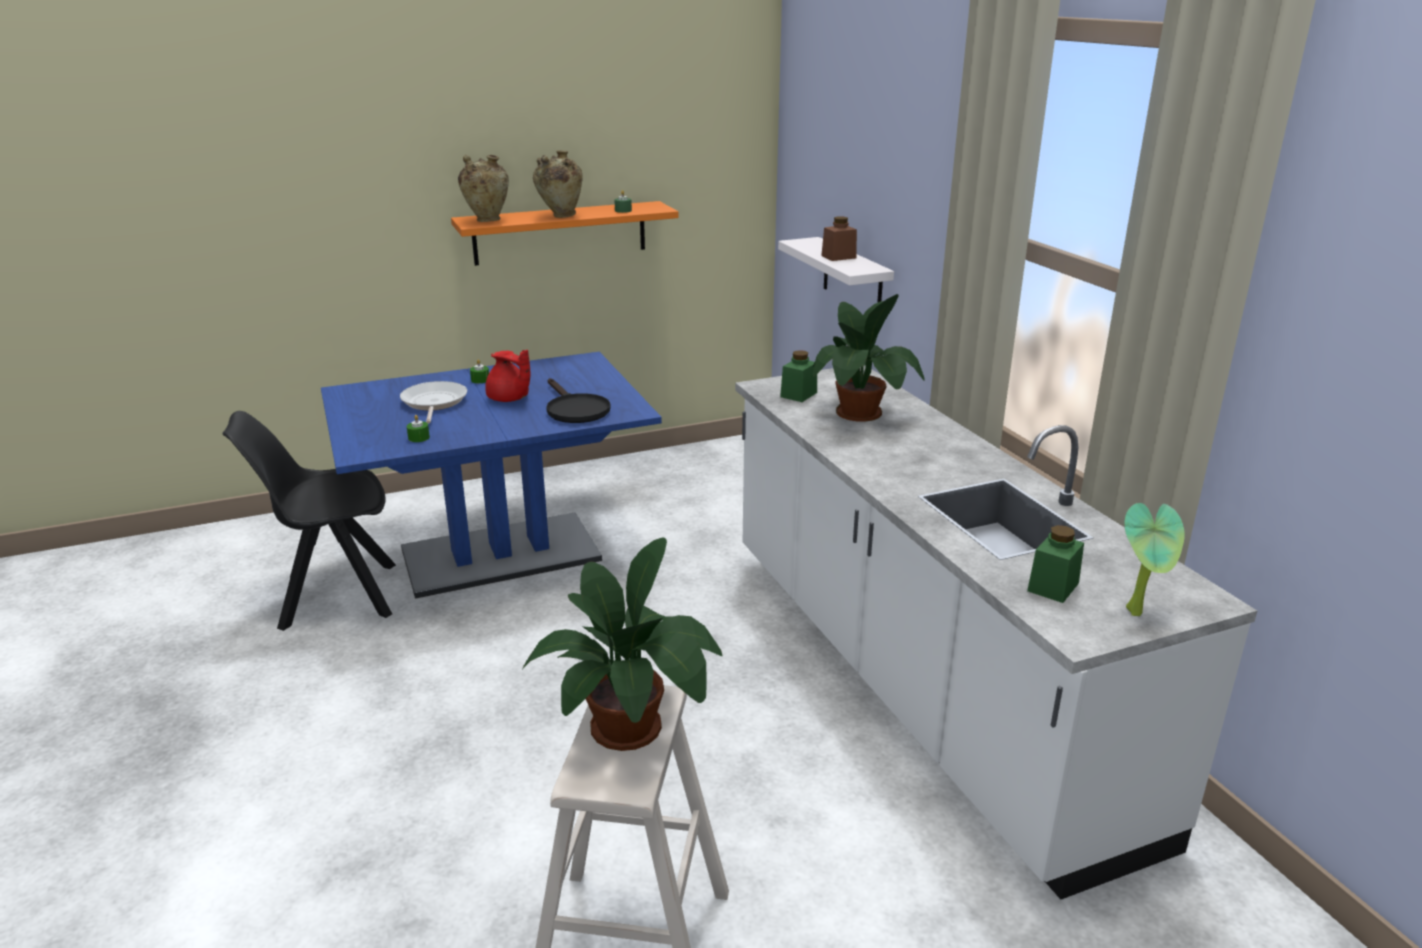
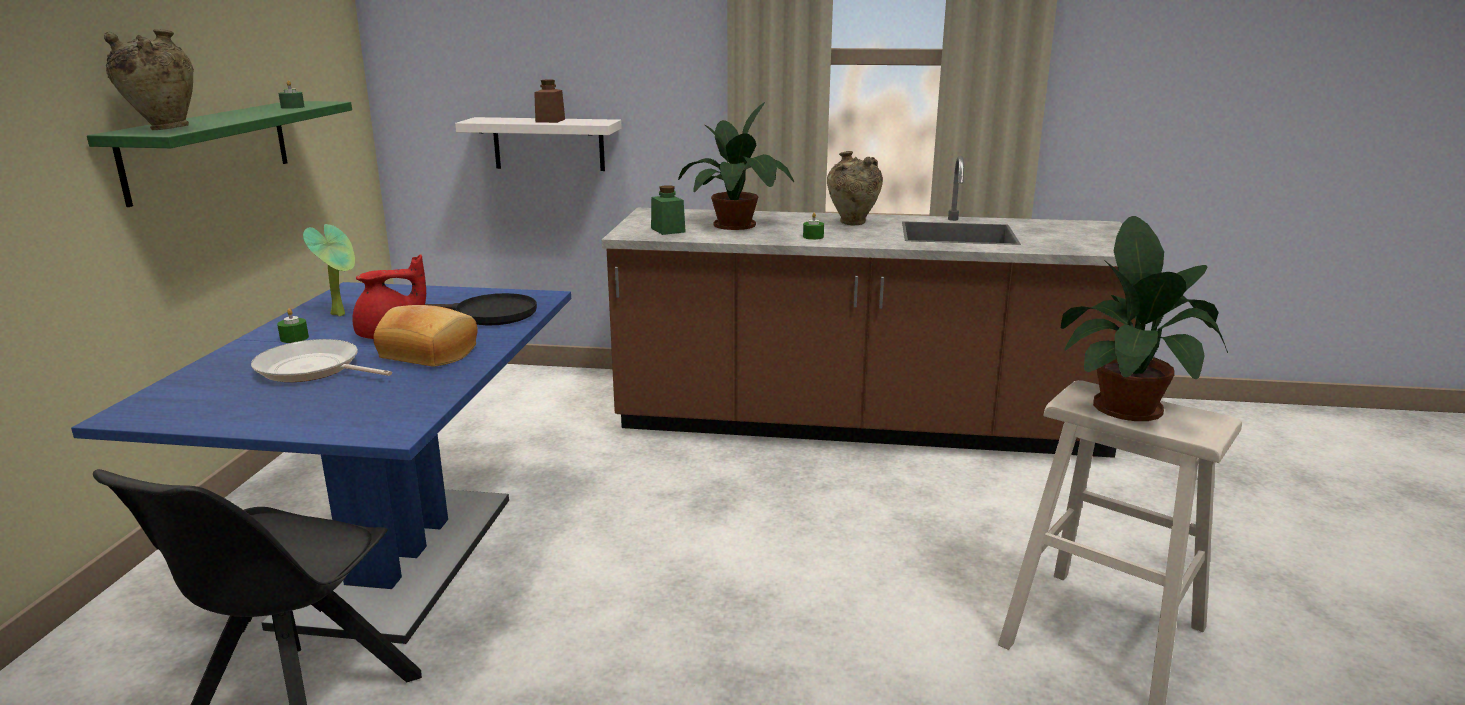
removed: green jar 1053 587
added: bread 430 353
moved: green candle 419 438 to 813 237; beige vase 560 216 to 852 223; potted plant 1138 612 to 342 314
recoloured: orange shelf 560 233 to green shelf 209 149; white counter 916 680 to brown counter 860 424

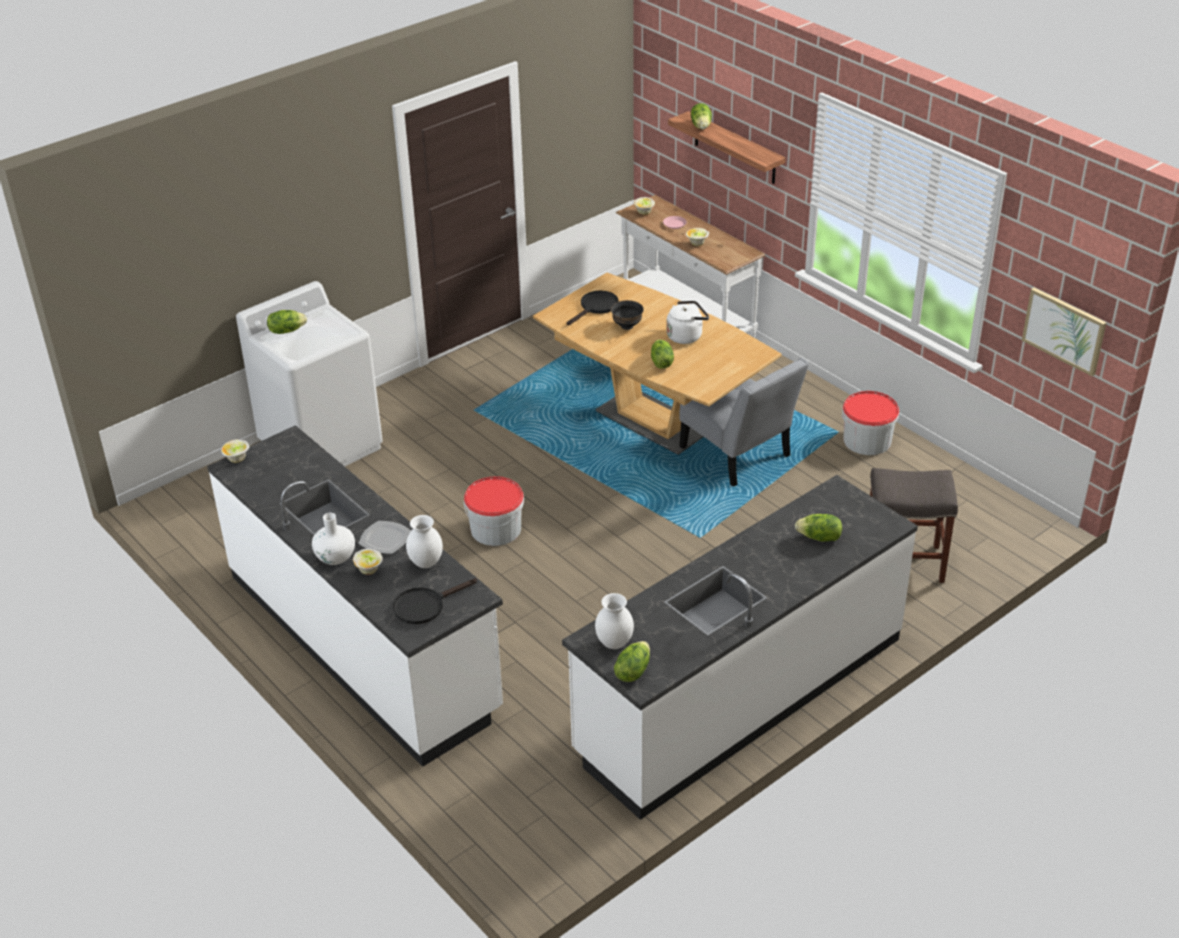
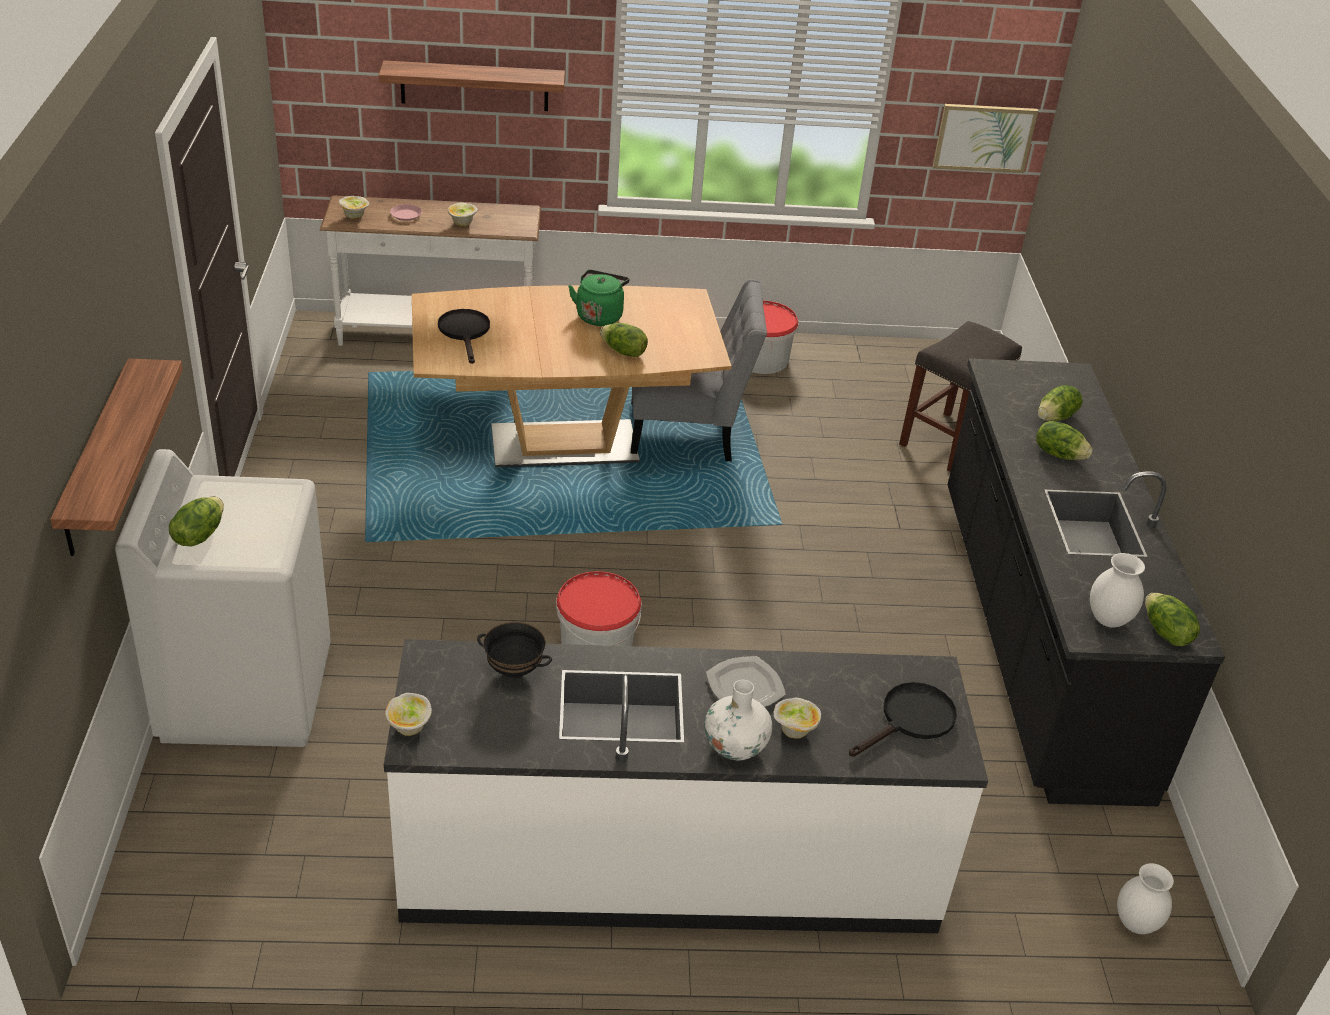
added: shelf 97 459
moved: white vase 426 563 to 1136 923; black bowl 626 326 to 513 671; lettuce 701 126 to 1059 454
recoloured: white counter 739 695 to black counter 1035 636; white kettle 686 336 to green kettle 600 315
turned: black frying pan 425 605 = 911 720 135 degrees counterclockwise

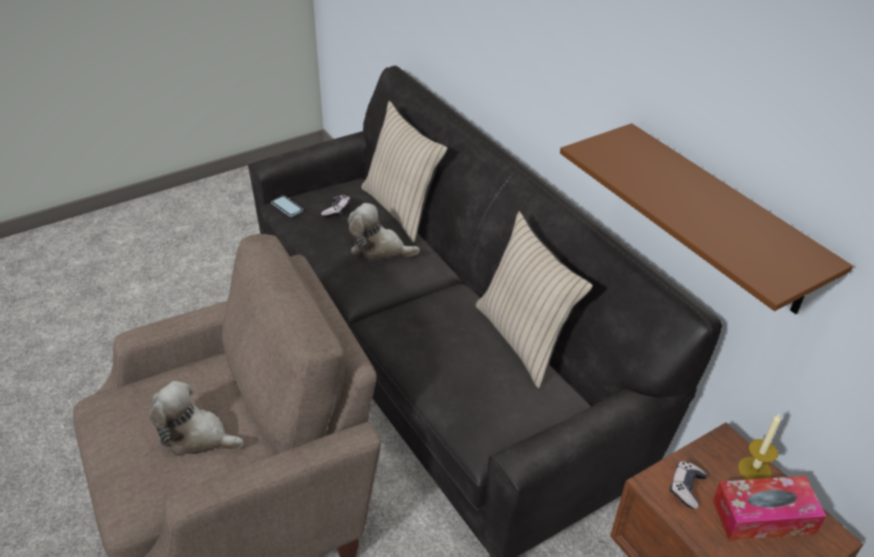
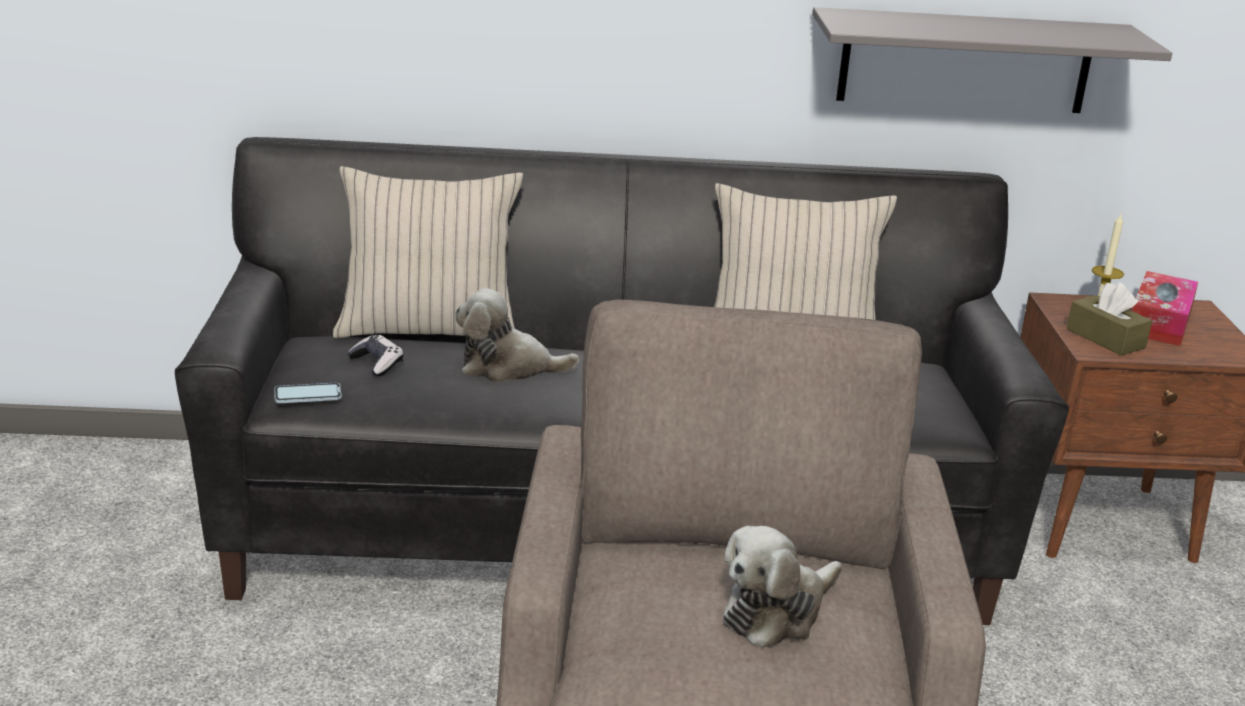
replaced: game controller 686 488 to brown tissue box 1105 338
recoloured: brown shelf 720 219 to grey shelf 965 61
turned: plush toy 379 249 = 507 367 45 degrees clockwise

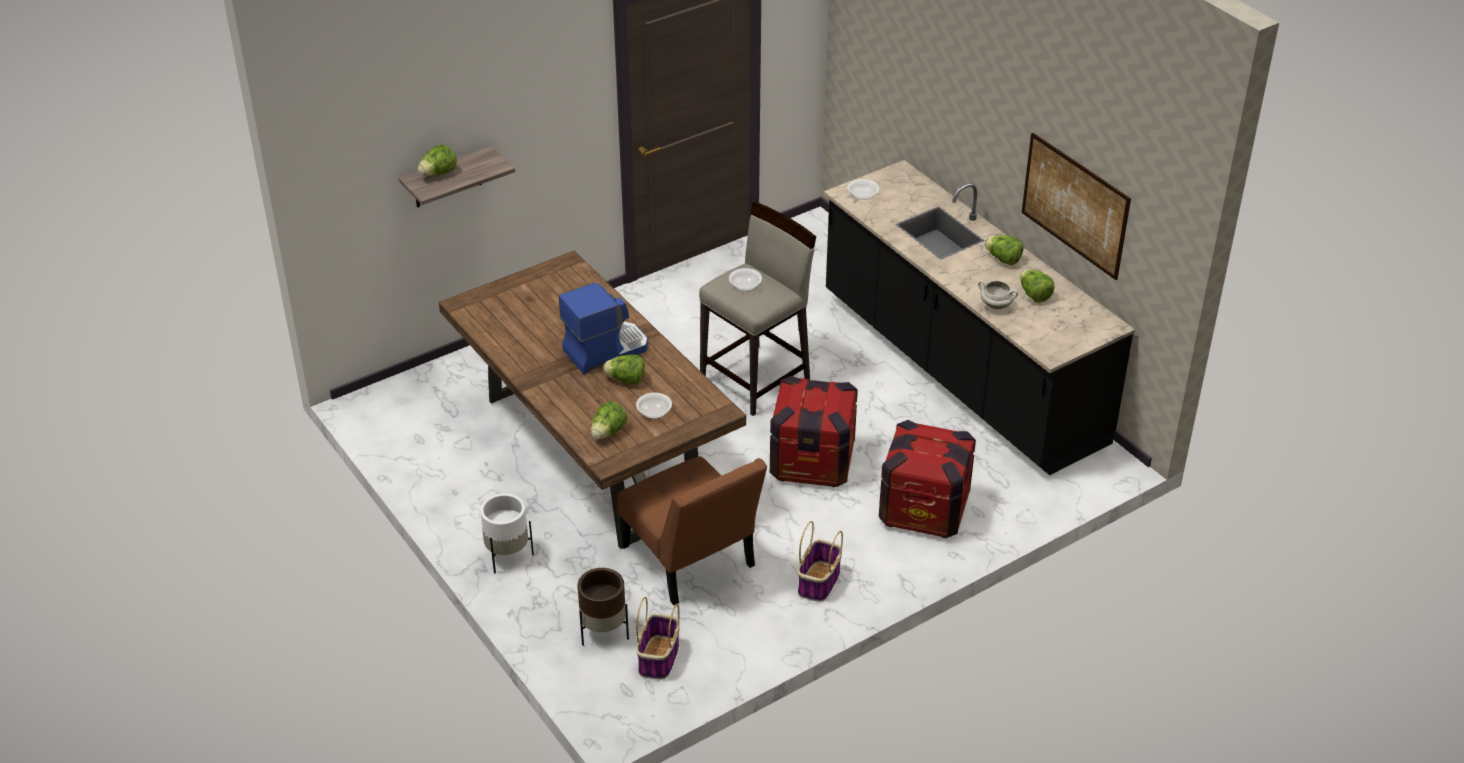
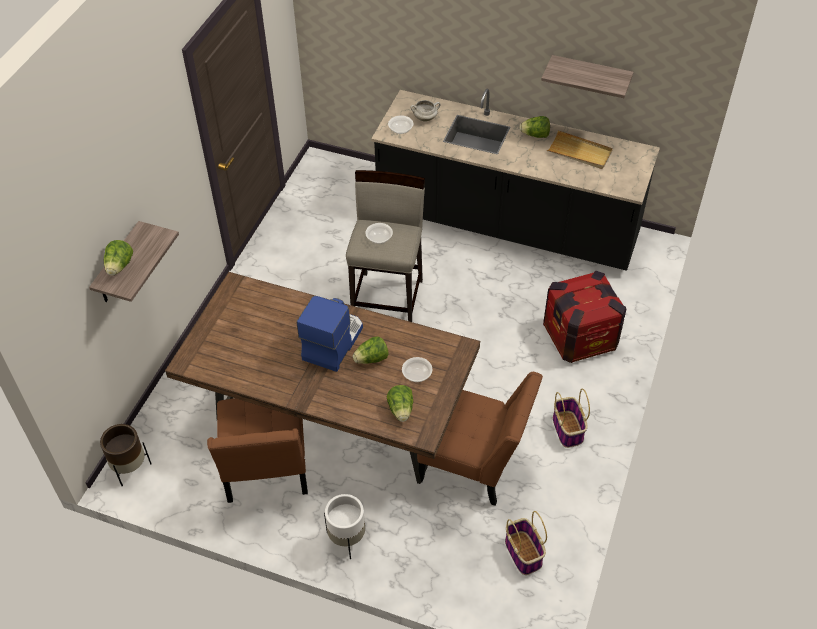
removed: crate 812 462
added: brown chair 266 469
moved: brown planter 603 632 to 130 468; white cooking pot 996 305 to 425 118
replaced: lettuce 1034 295 to beige tray 579 152; picture 1074 205 to shelf 590 76

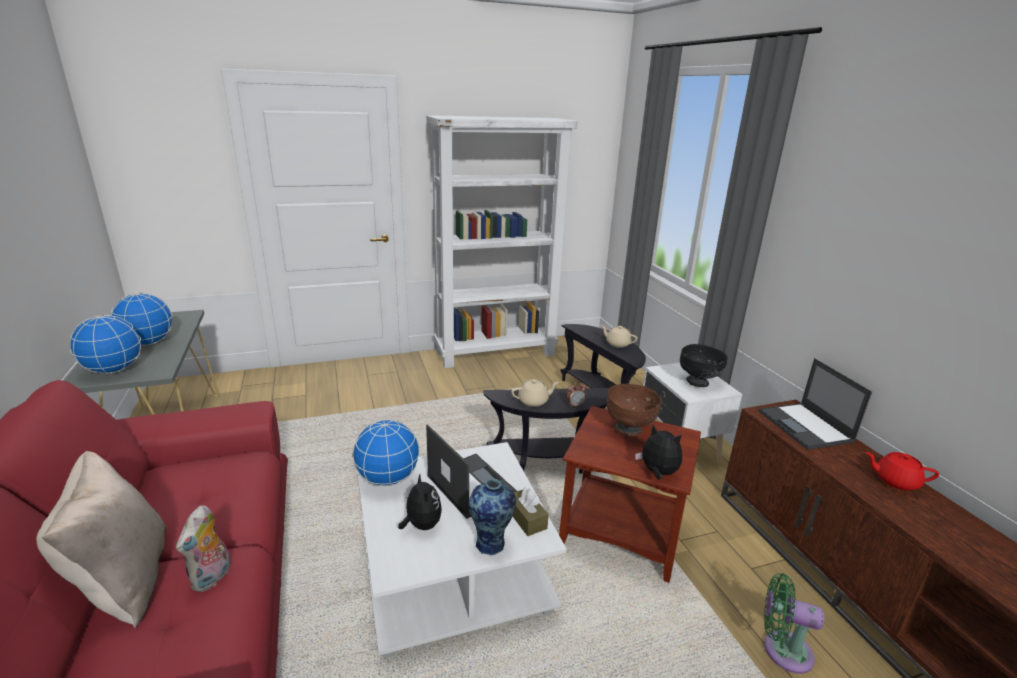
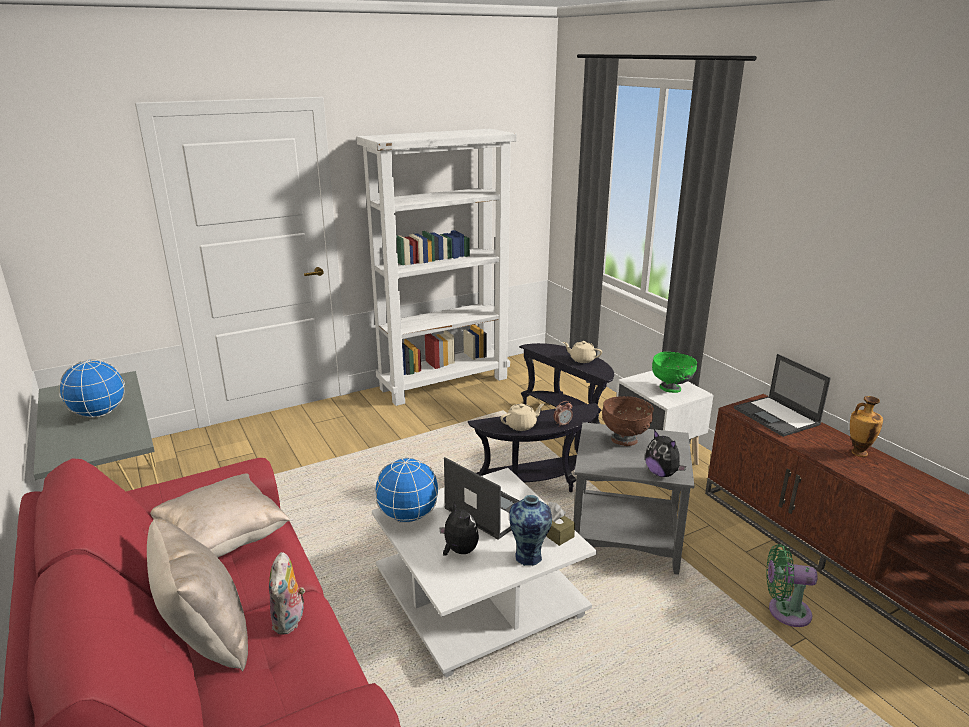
removed: globe 114 370
added: beige pillow 223 540
replaced: red teapot 895 480 to vase 858 452
recoloured: brown side table 620 535 to grey side table 624 541; black bowl 698 383 to green bowl 671 389
turned: plush toy 657 473 = 662 473 150 degrees counterclockwise

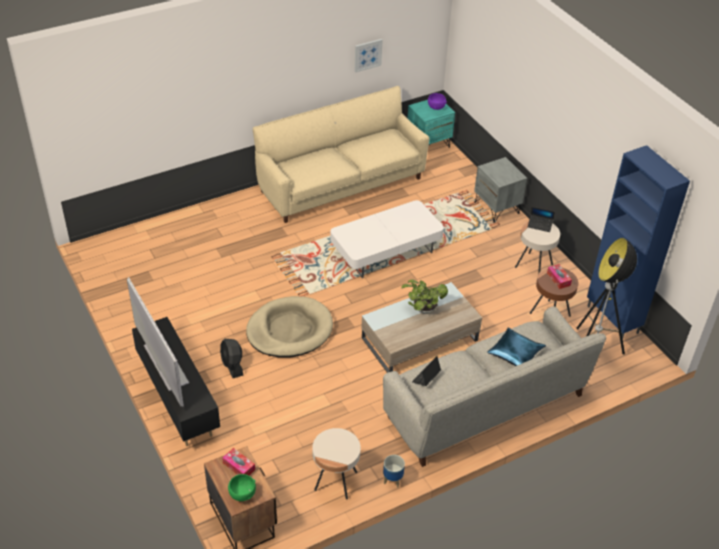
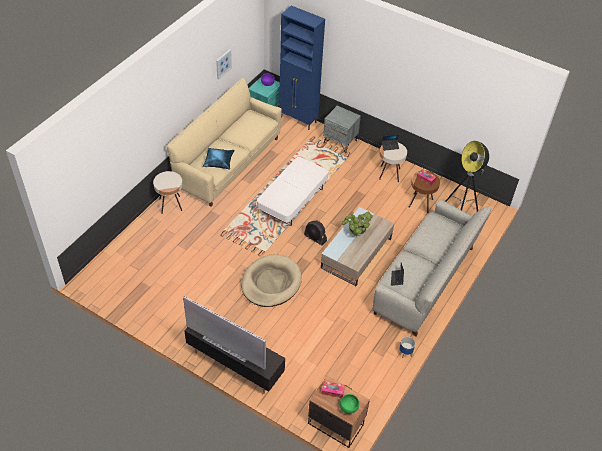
moved: black fan 232 365 to 315 238; beige side table 335 481 to 170 205; blue pillow 515 353 to 219 161; blue cabinet 612 320 to 298 120

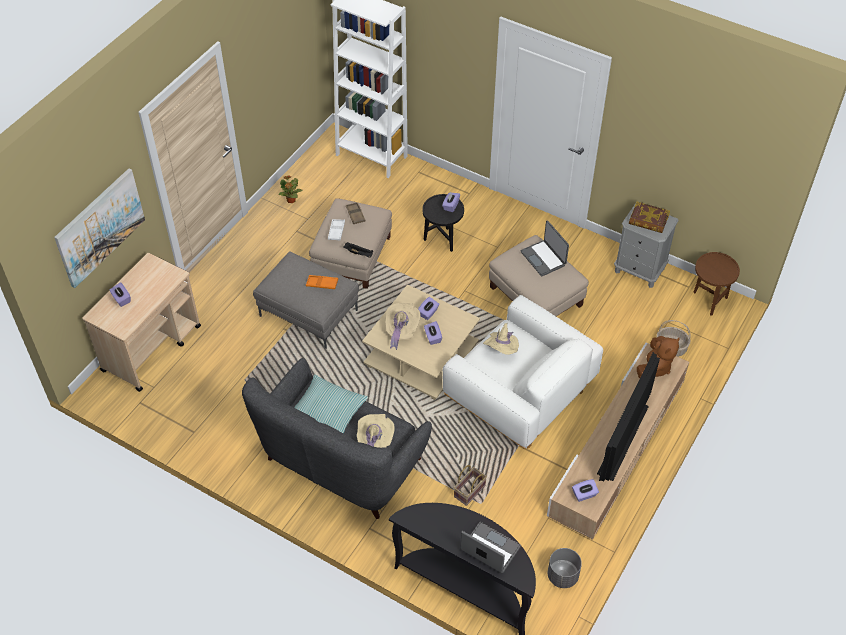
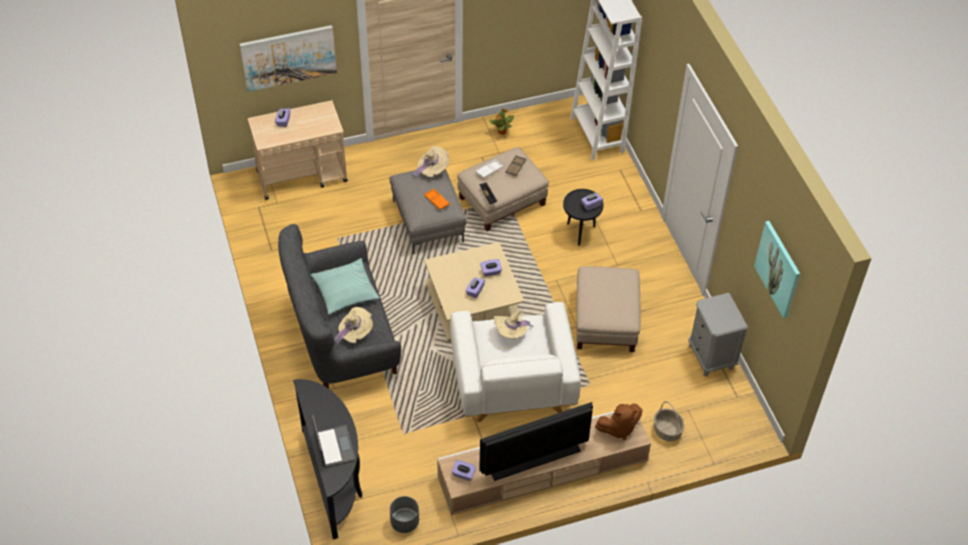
removed: basket 469 492; laptop 543 258; book 648 220; brown side table 708 300
added: picture 778 269
moved: beige hat 401 330 to 432 170

